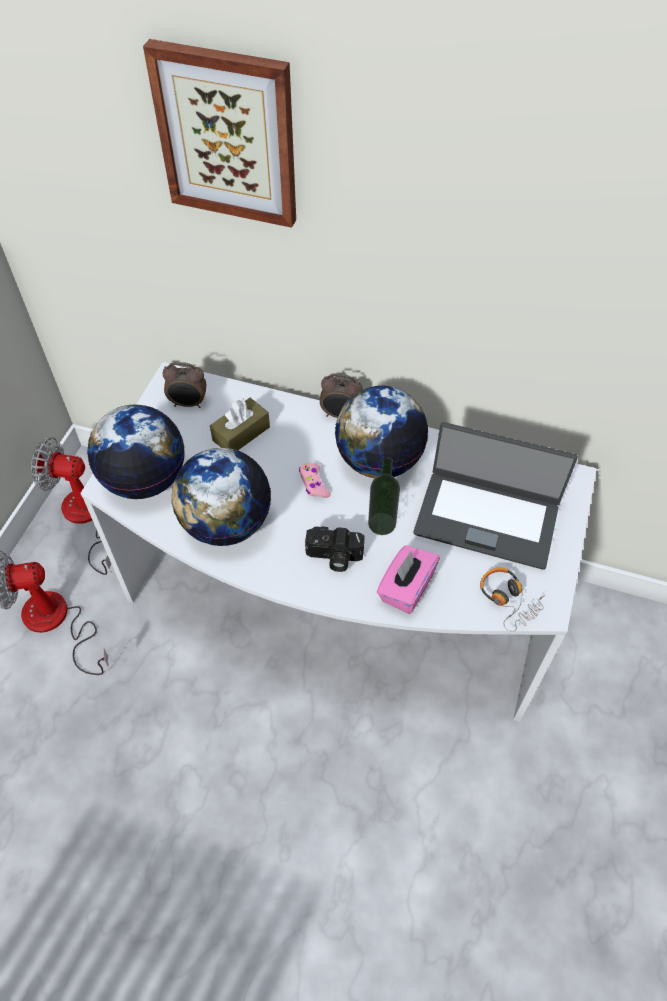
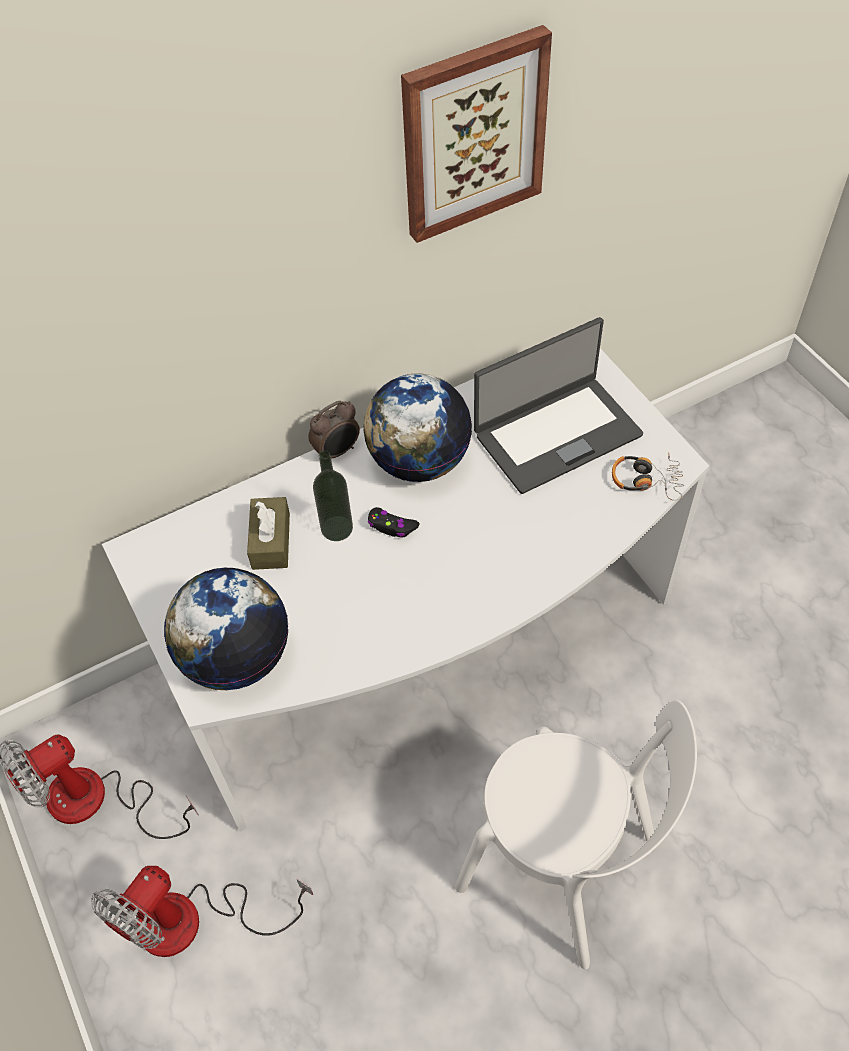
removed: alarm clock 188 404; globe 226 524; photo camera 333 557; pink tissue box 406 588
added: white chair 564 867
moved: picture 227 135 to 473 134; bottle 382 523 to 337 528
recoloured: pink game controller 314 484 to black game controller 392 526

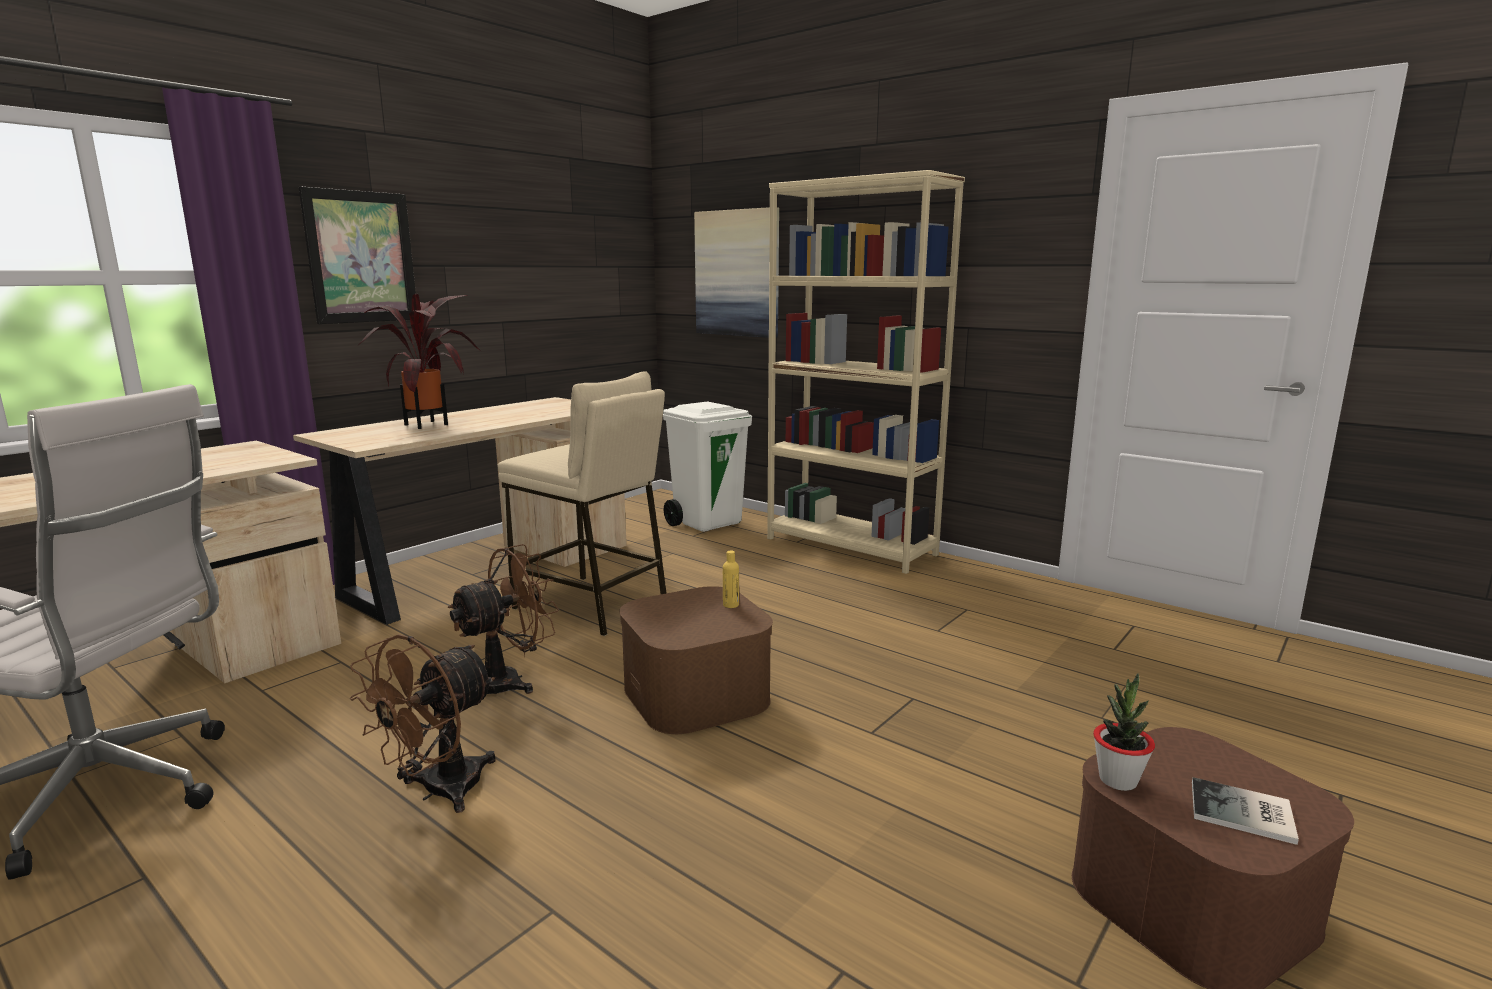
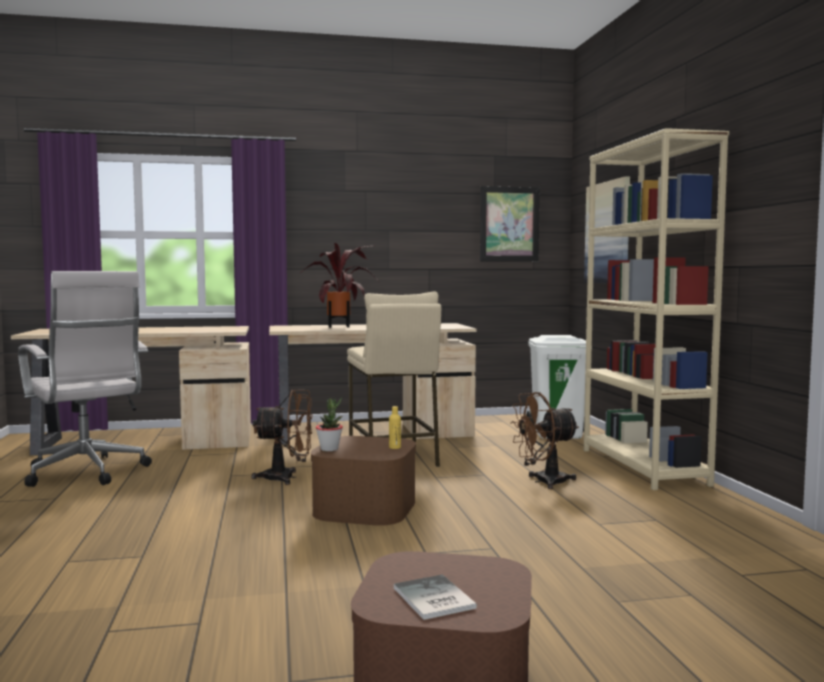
moved: picture 361 257 to 509 224; brown fan 439 792 to 543 482; potted plant 1118 780 to 329 449

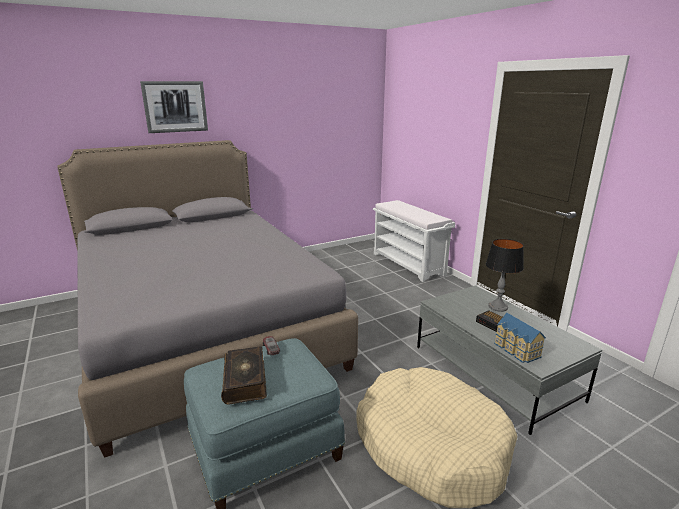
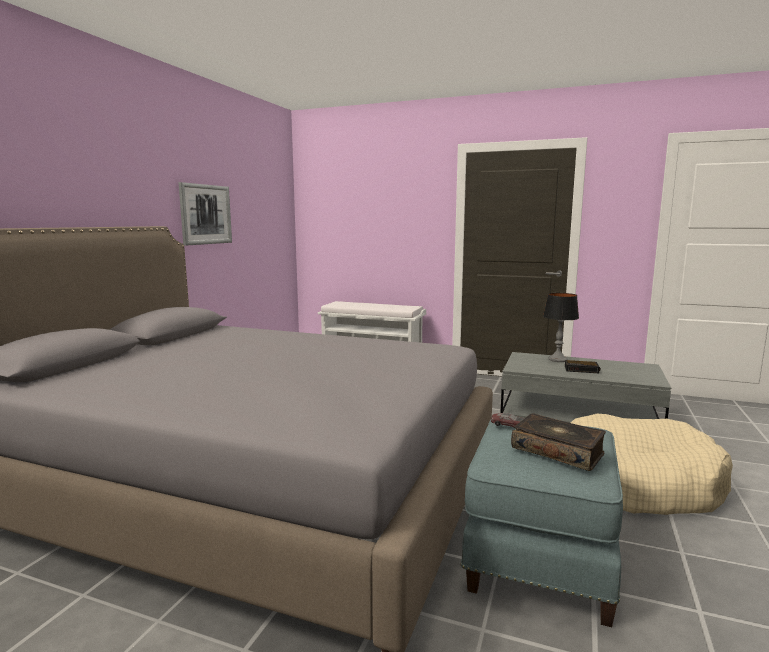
removed: toy house 516 350
moved: picture 175 106 to 205 214

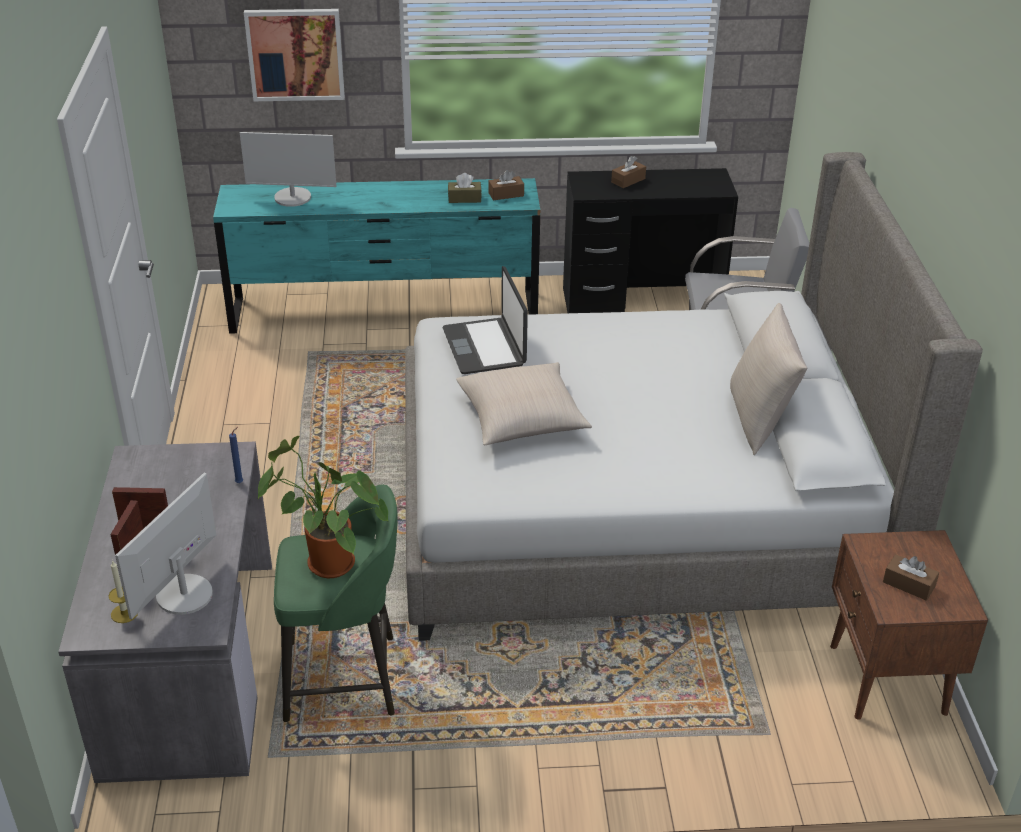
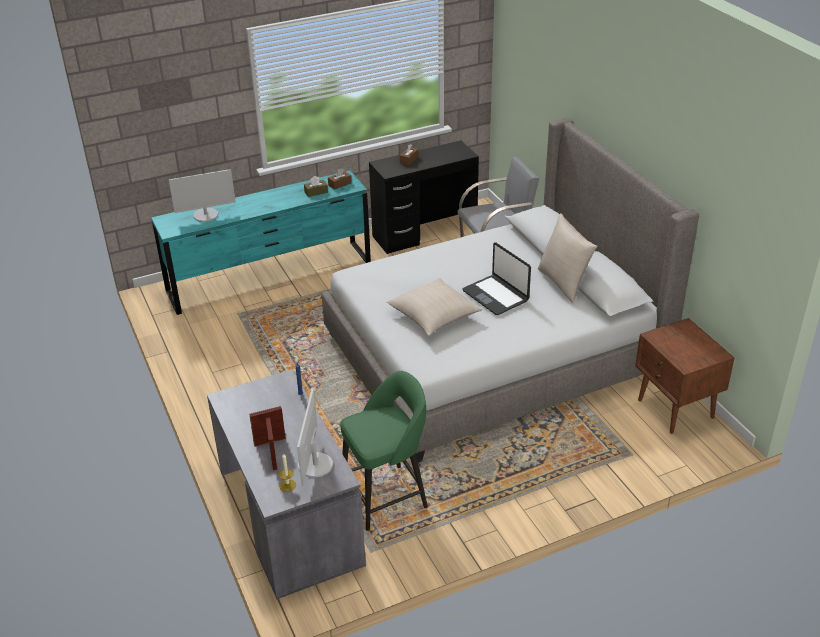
removed: picture 295 54; potted plant 325 565; brown tissue box 908 584
moved: laptop 485 347 to 496 295

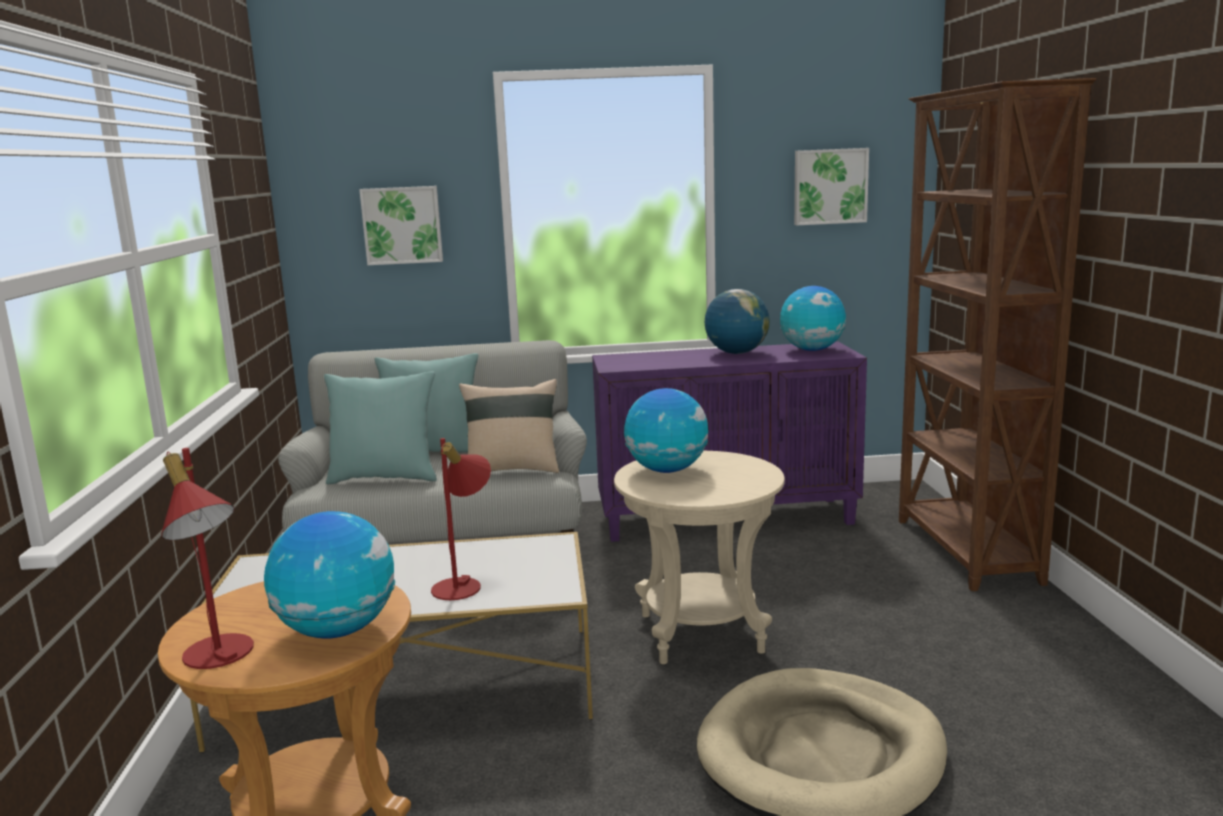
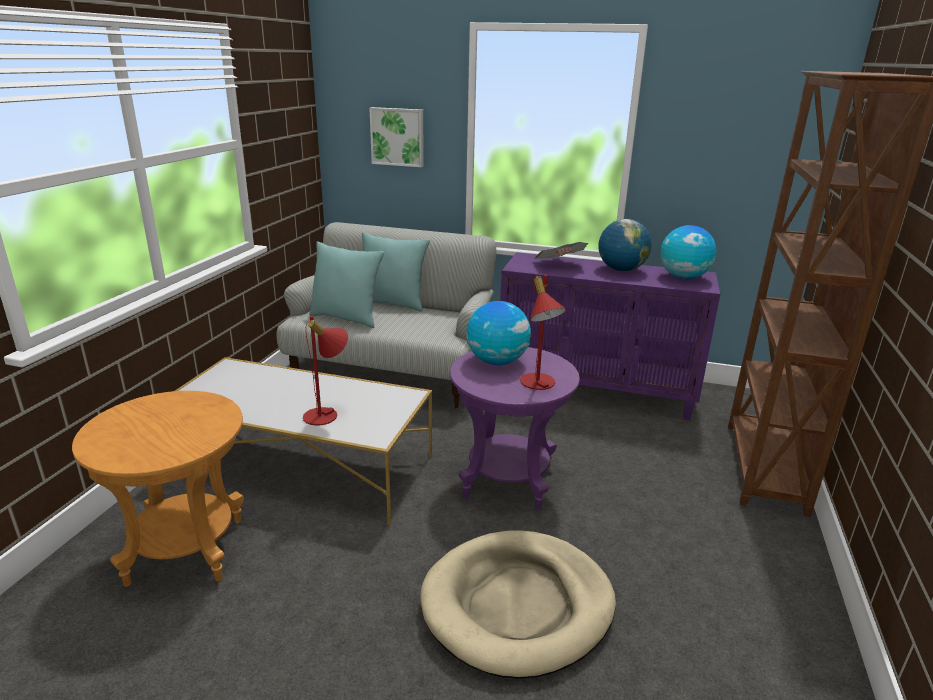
removed: globe 337 630; beige pillow 512 469; picture 829 186
added: newspaper 559 265
moved: red table lamp 219 658 to 538 385
recoloured: beige side table 701 633 to purple side table 508 481

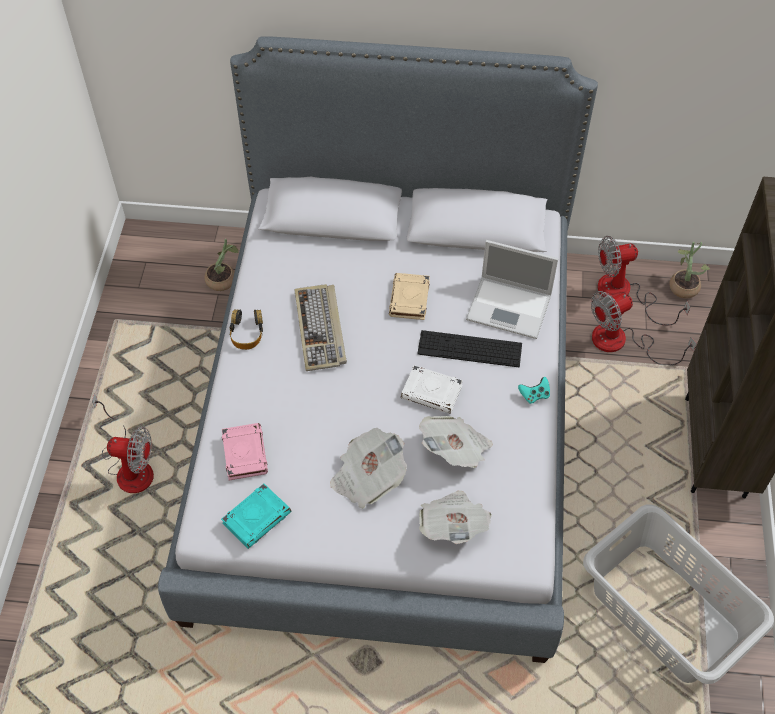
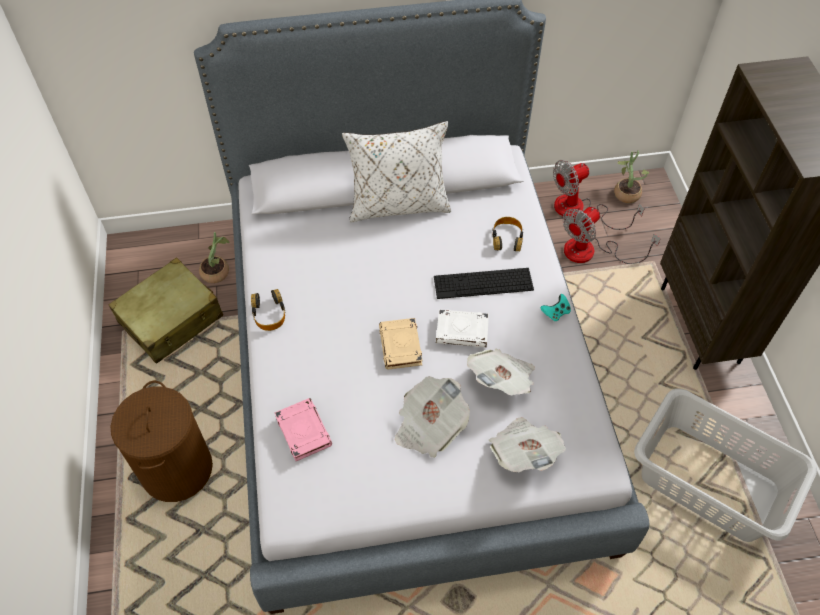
removed: turquoise book 257 517; keyboard 321 329
added: beige suitcase 171 319; white pillow 398 205
moved: beige book 409 299 to 401 346
replaced: fan 130 466 to brown laundry basket 176 468; laptop 510 307 to headphones 507 238

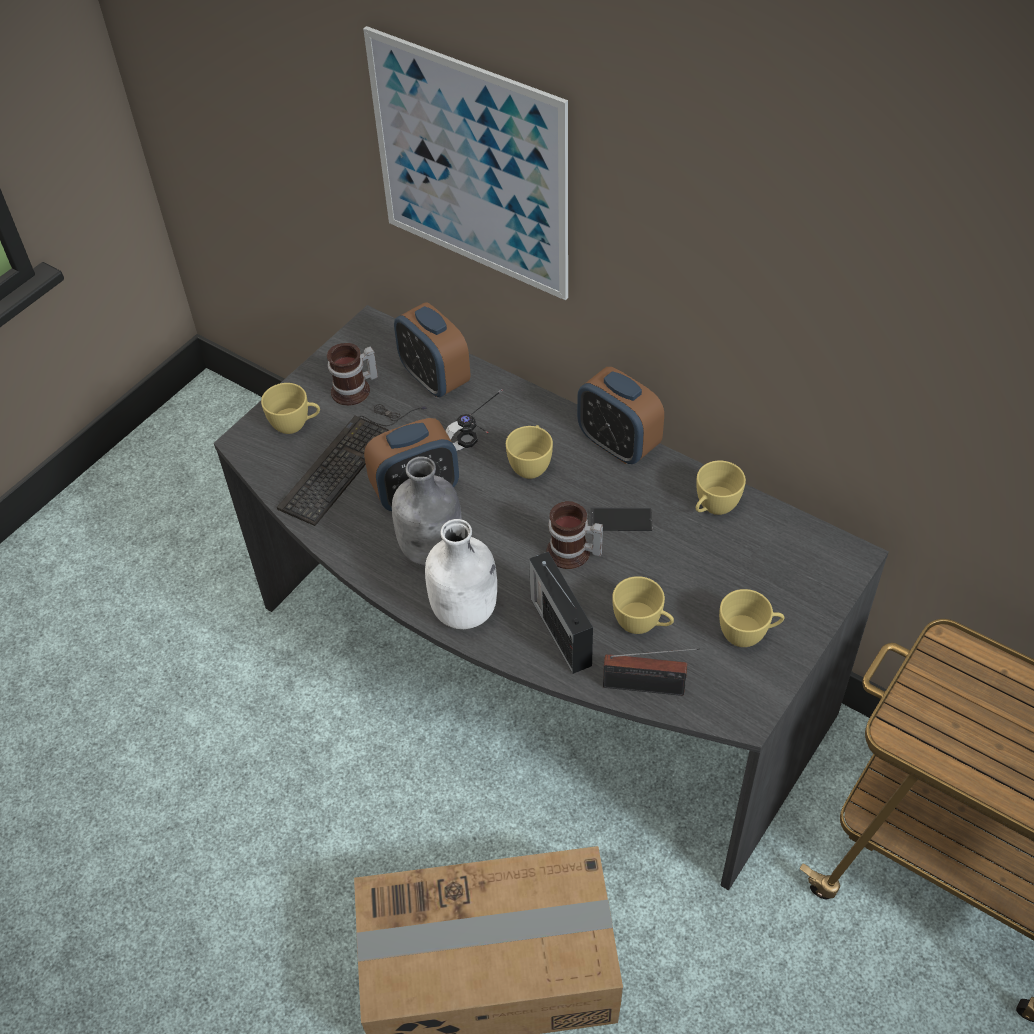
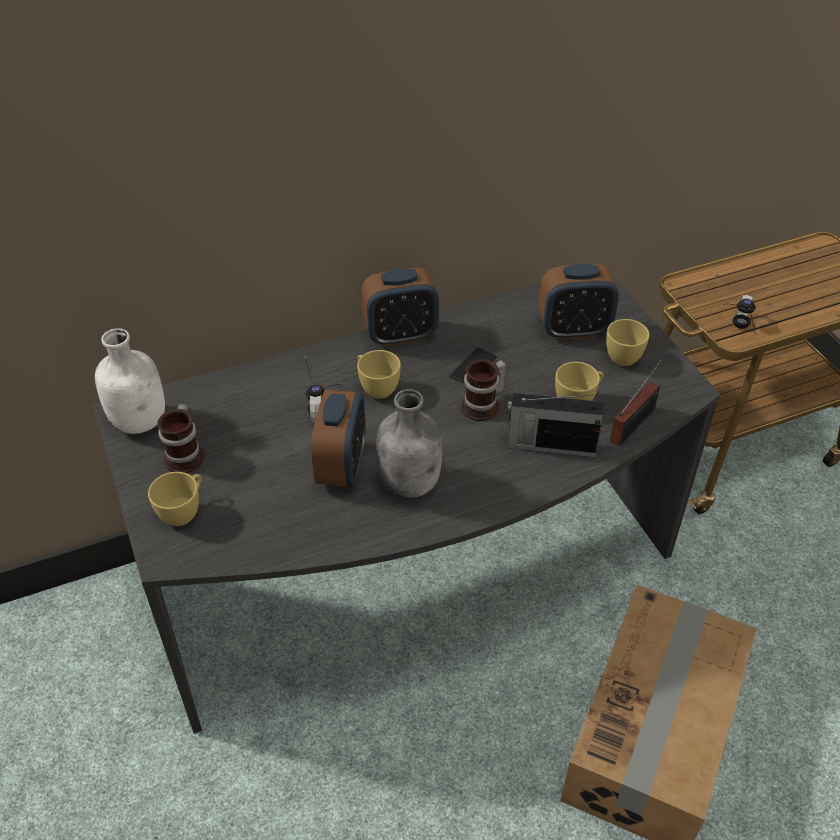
removed: keyboard 348 459; picture 470 166; yellow cup 713 508
added: headphones 733 331
moved: alarm clock 434 379 to 574 329; white bottle 466 611 to 141 421

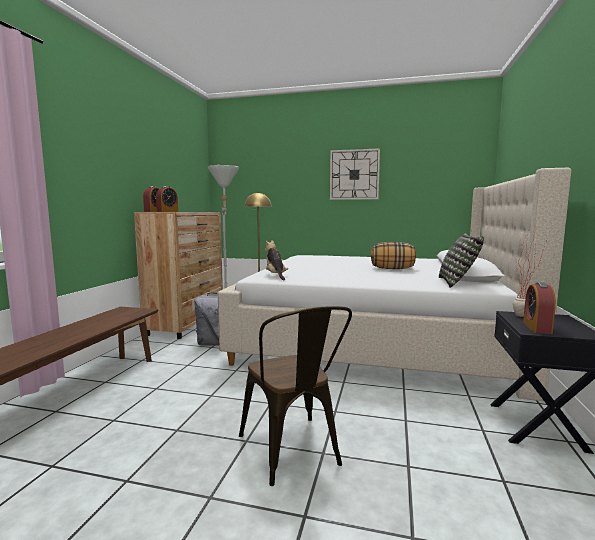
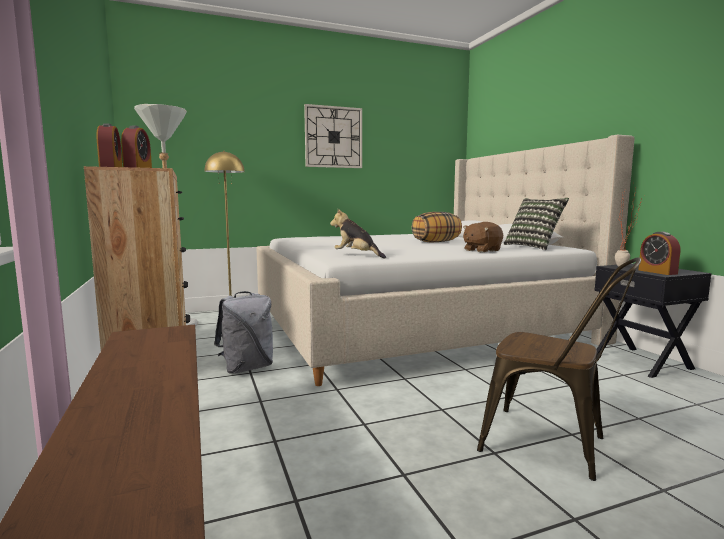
added: brown plush toy 481 250

